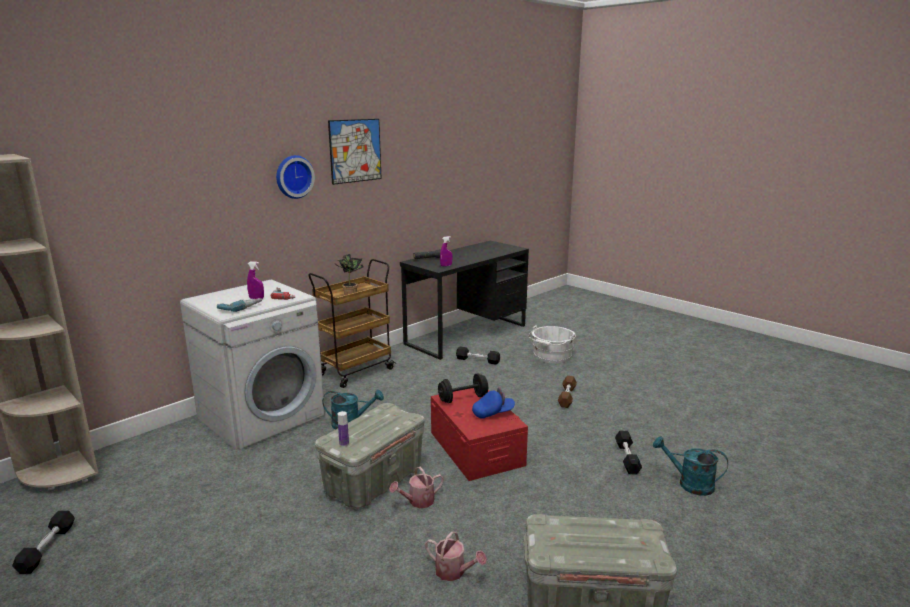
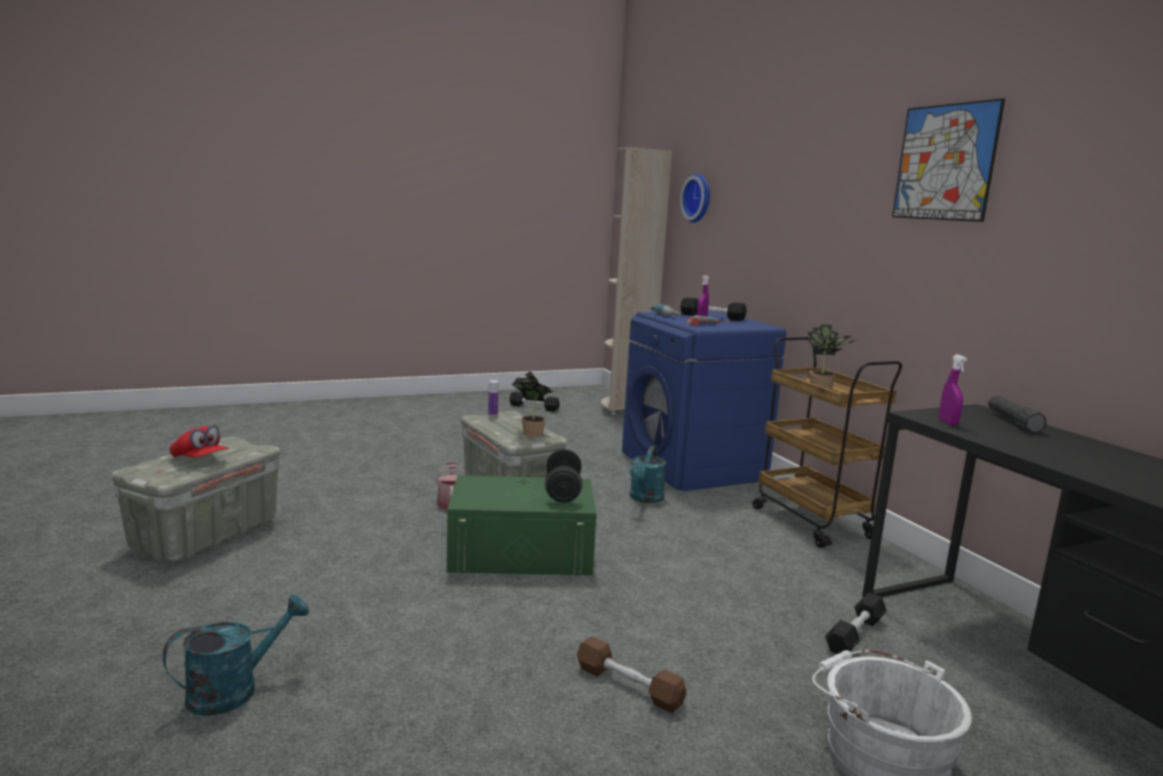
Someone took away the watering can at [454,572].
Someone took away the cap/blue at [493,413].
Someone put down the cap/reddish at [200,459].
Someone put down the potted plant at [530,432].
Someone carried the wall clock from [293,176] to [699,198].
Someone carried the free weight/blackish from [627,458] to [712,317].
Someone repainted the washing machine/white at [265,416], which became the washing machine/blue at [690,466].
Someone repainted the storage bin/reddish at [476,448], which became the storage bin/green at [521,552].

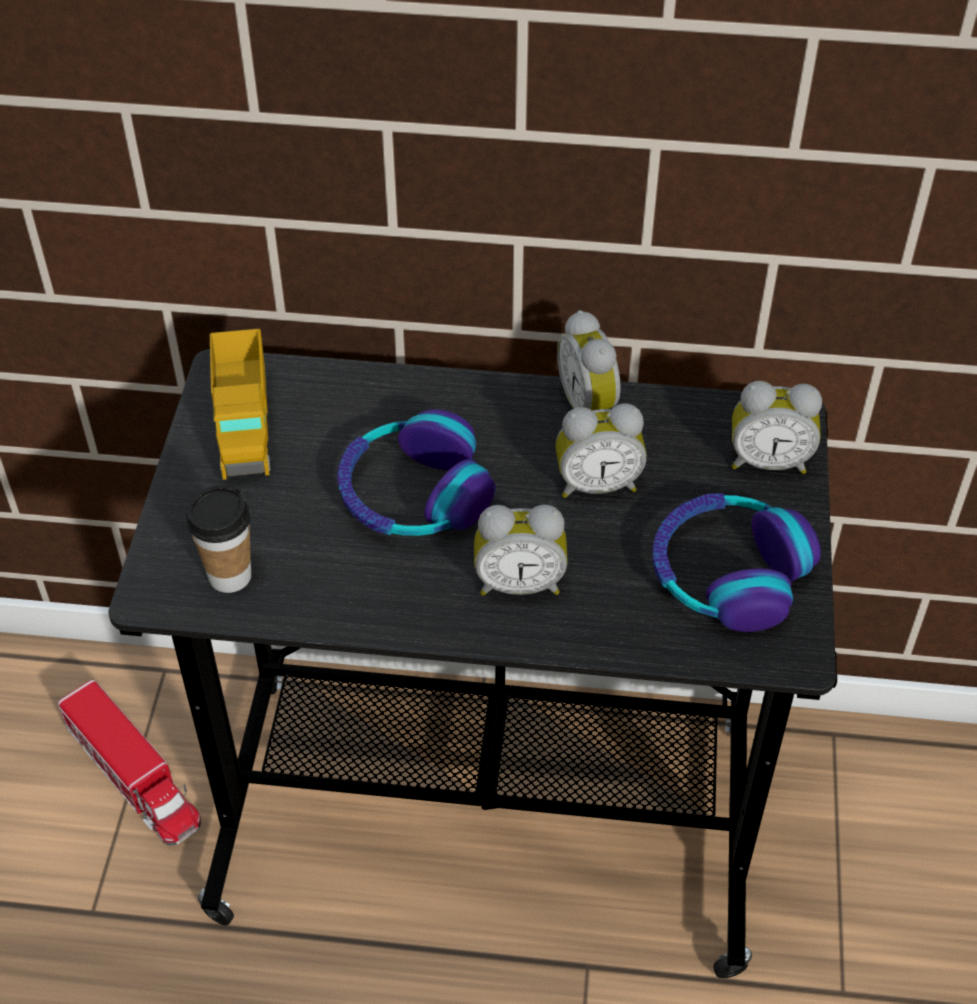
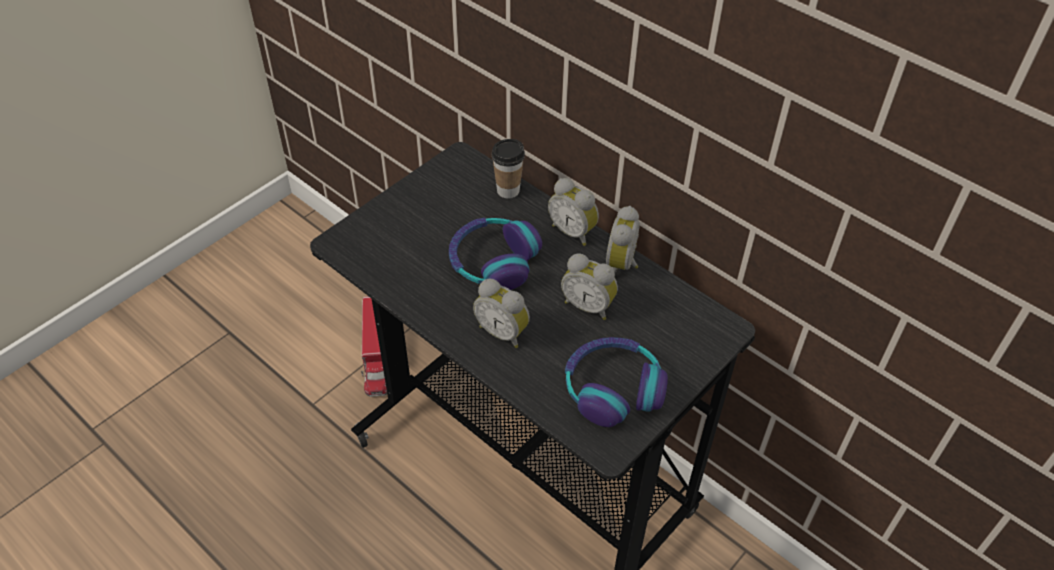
Someone took away the toy lorry at [244,429].
Someone carried the drinking cup from [230,576] to [508,190].
Someone carried the bedside clock from [768,461] to [573,231].

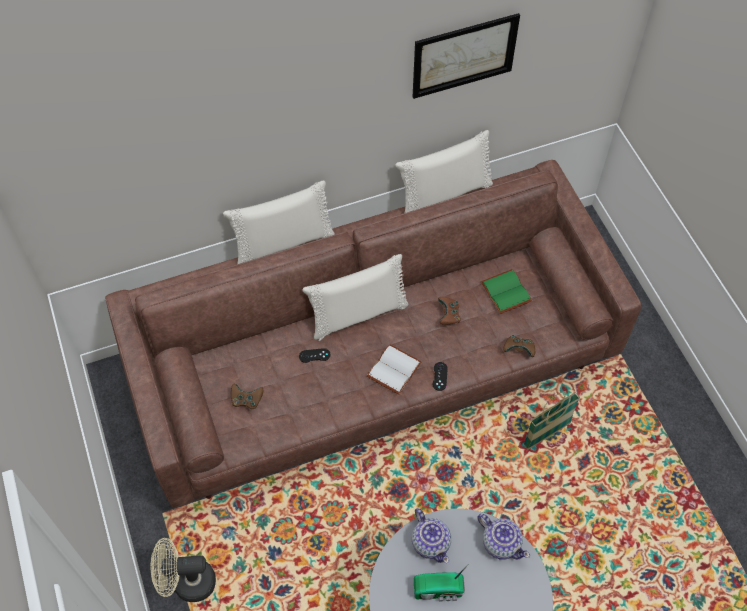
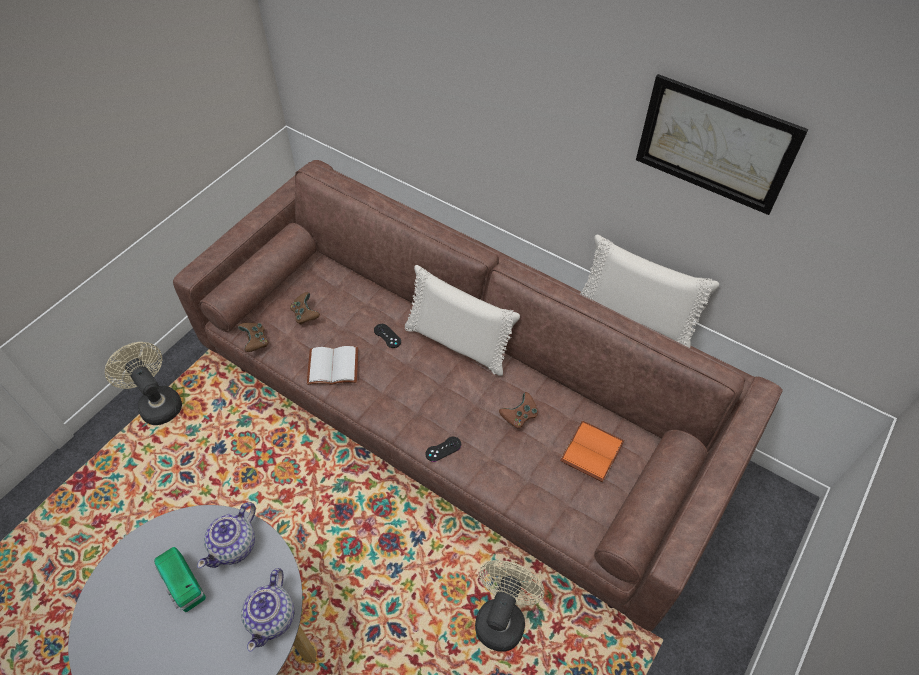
Someone took away the cushion/white at [283,243].
Someone carried the bound book/white from [393,368] to [334,365].
Someone carried the game controller/brownish from [519,350] to [255,342].
Someone swapped the storage basket at [546,434] for the electric fan/sand-coloured at [502,617].
Someone repainted the bound book/green at [504,292], which became the bound book/orangey at [590,450].

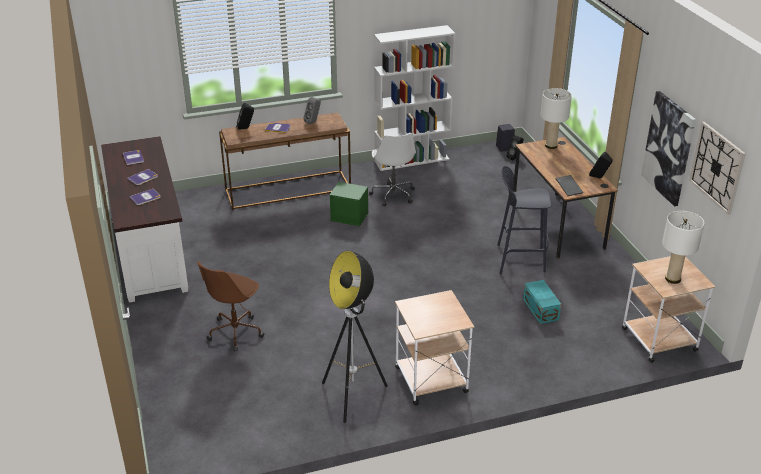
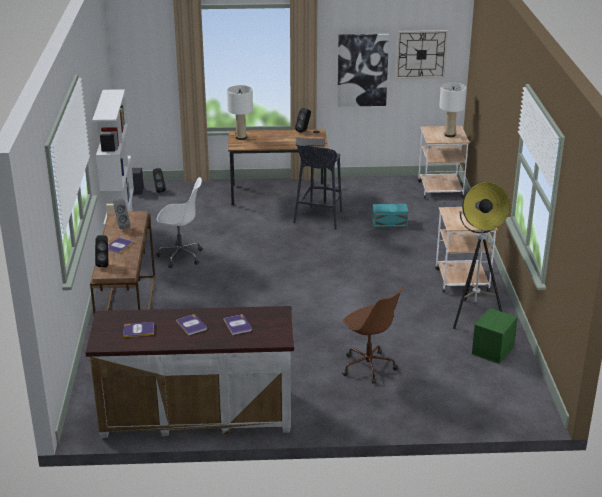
Someone carried the storage bin/green from [350,216] to [492,349].

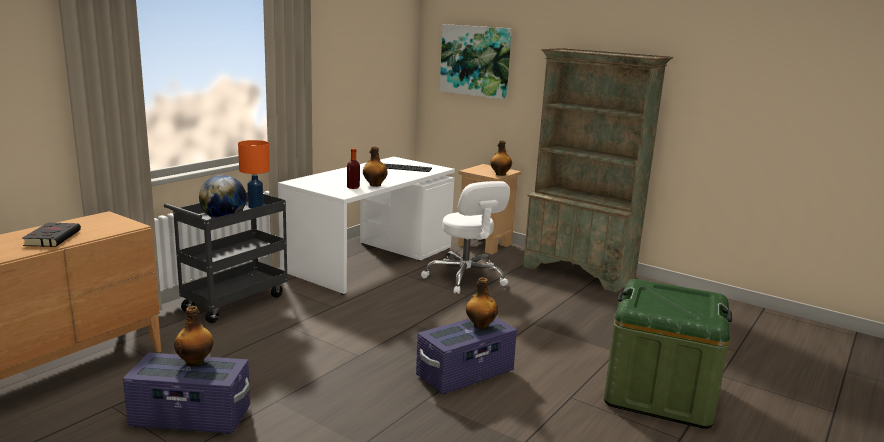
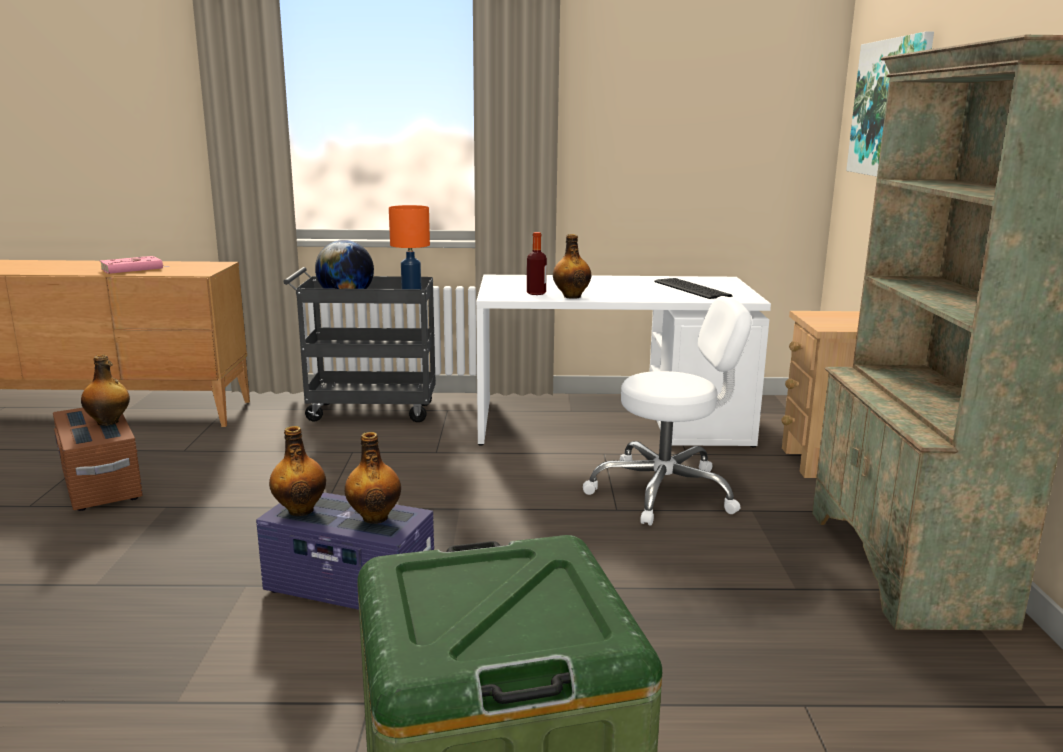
Someone carried the beverage bottle from [500,174] to [300,510].
Someone repainted the bound book/blackish at [53,238], which became the bound book/pink-coloured at [134,269].
Someone repainted the storage bin/purple-coloured at [191,417], which became the storage bin/brownish at [101,484].
Someone rotated the computer chair/white at [467,279] by 120 degrees counterclockwise.

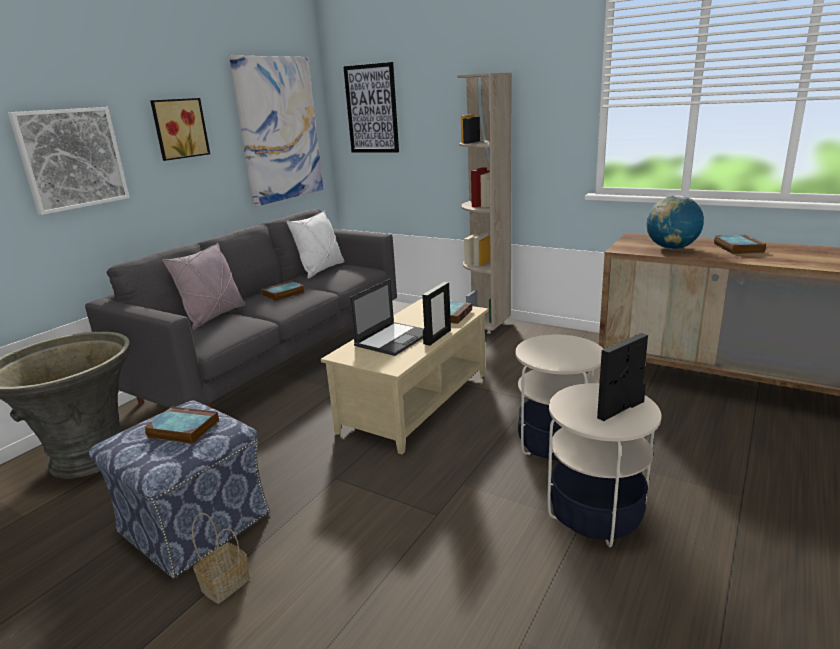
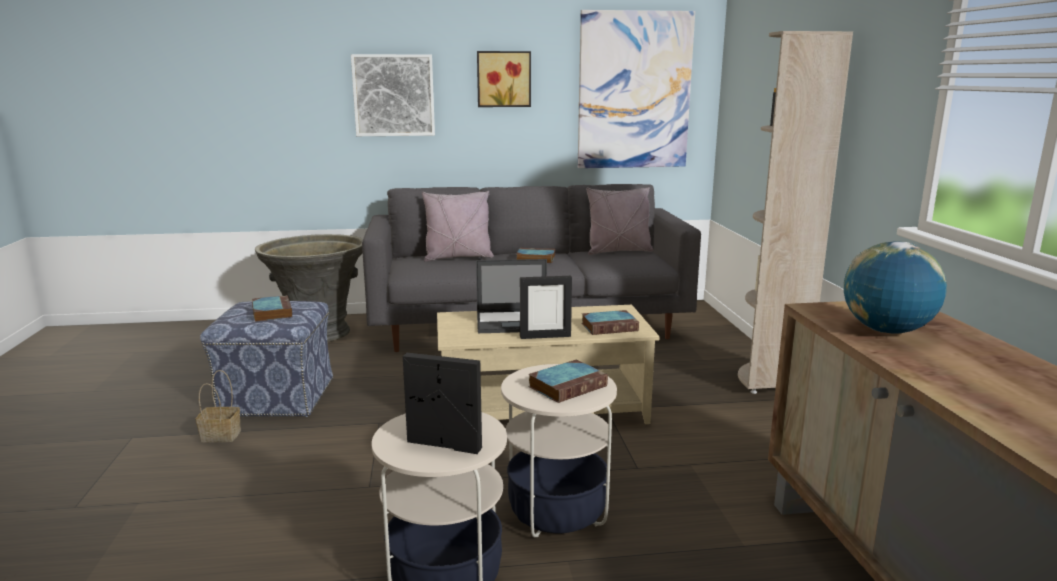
Someone took away the picture at [372,109].
Someone carried the bound book from [737,248] to [568,386].
Someone repainted the cushion/white at [321,270], which became the cushion/purple-coloured at [618,251].

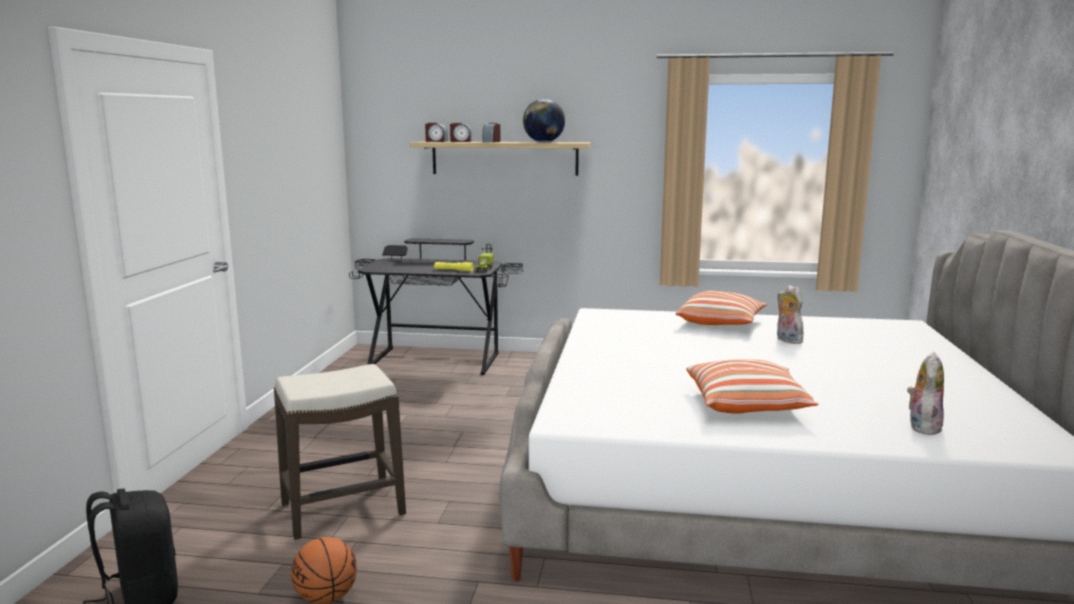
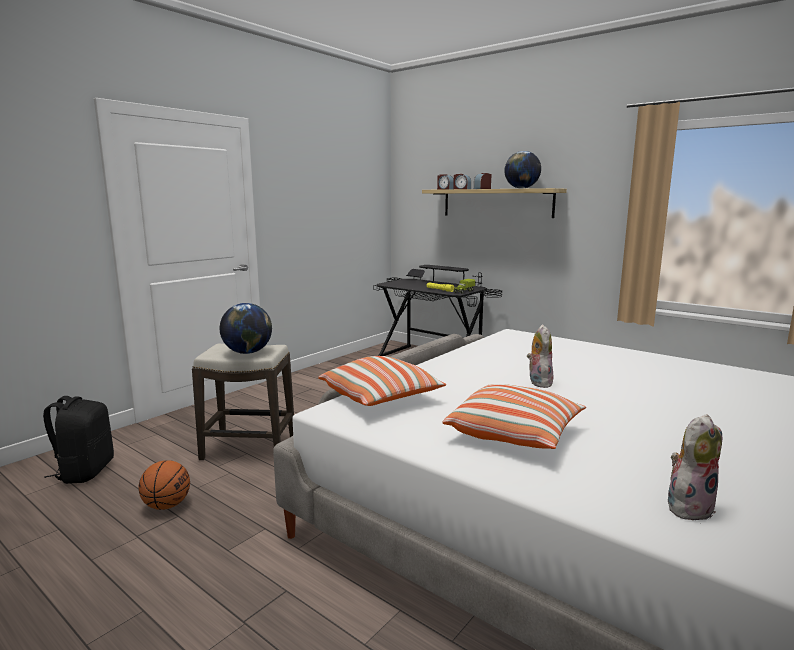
Someone put down the globe at [247,352].
Someone carried the cushion from [721,323] to [381,398].
Someone carried the soft toy from [786,340] to [538,382].

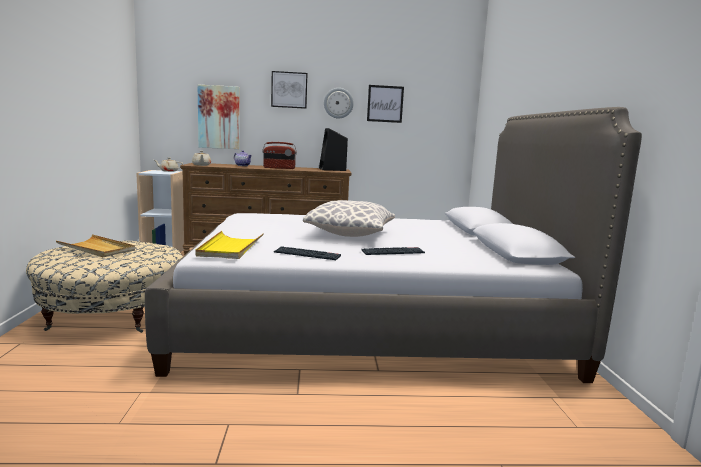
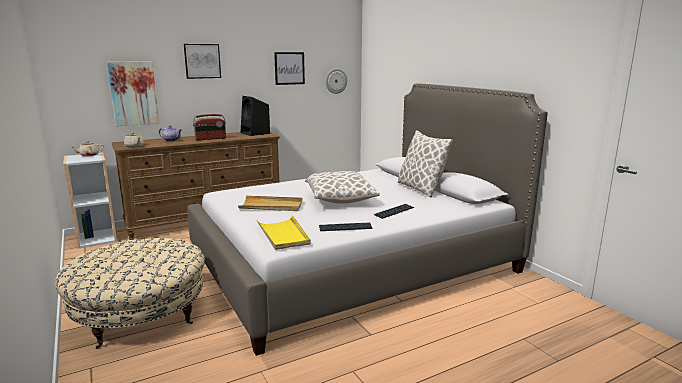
Someone put down the cushion at [421,189].
Someone carried the serving tray/sand-coloured from [97,249] to [271,206].
Someone carried the wall clock from [338,103] to [336,81].

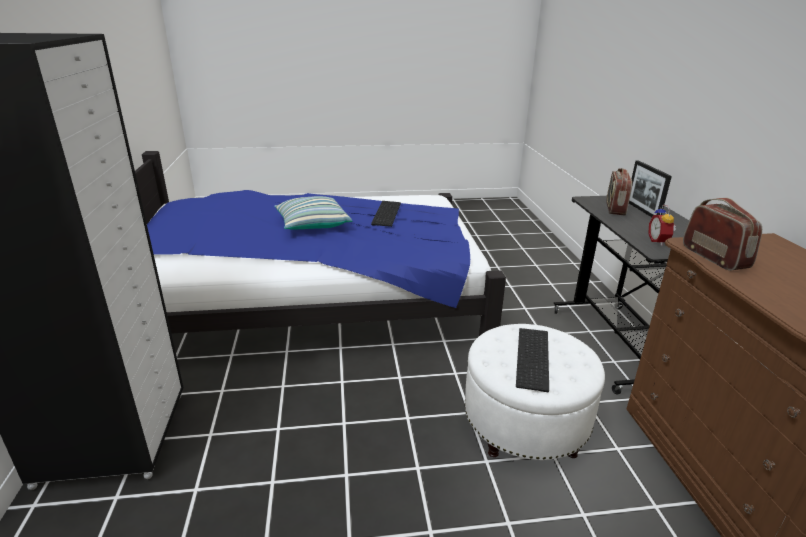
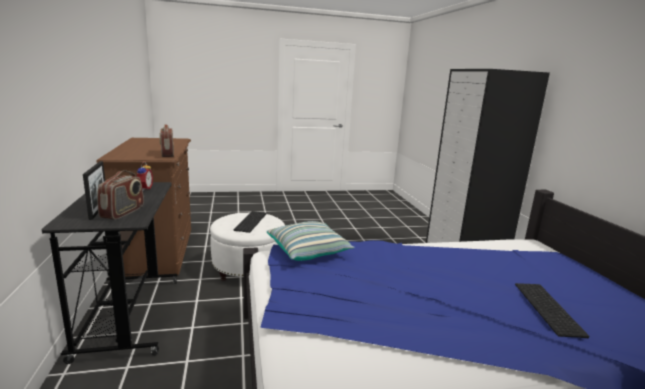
Someone carried the cushion from [312,225] to [309,251].
Someone carried the PC keyboard from [385,213] to [550,309].

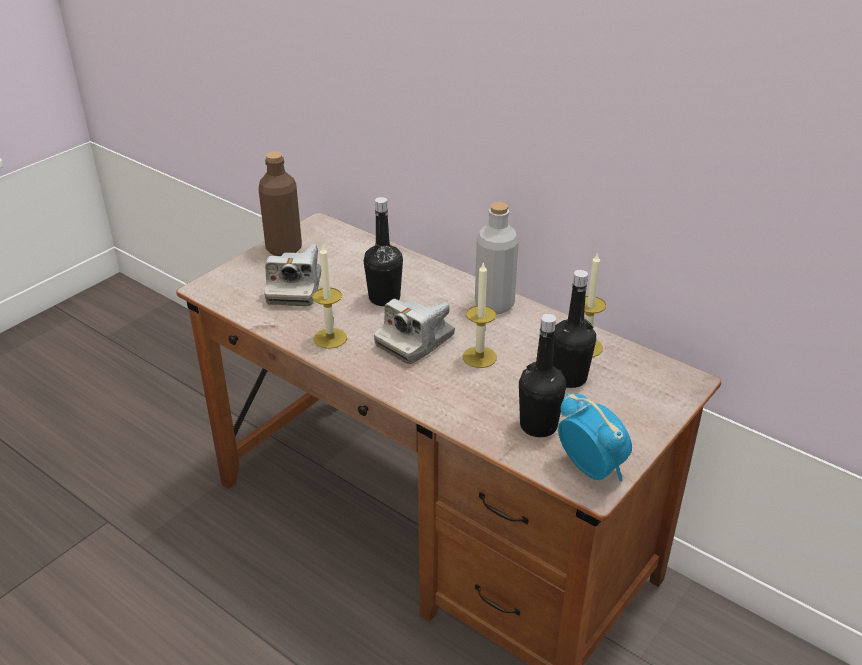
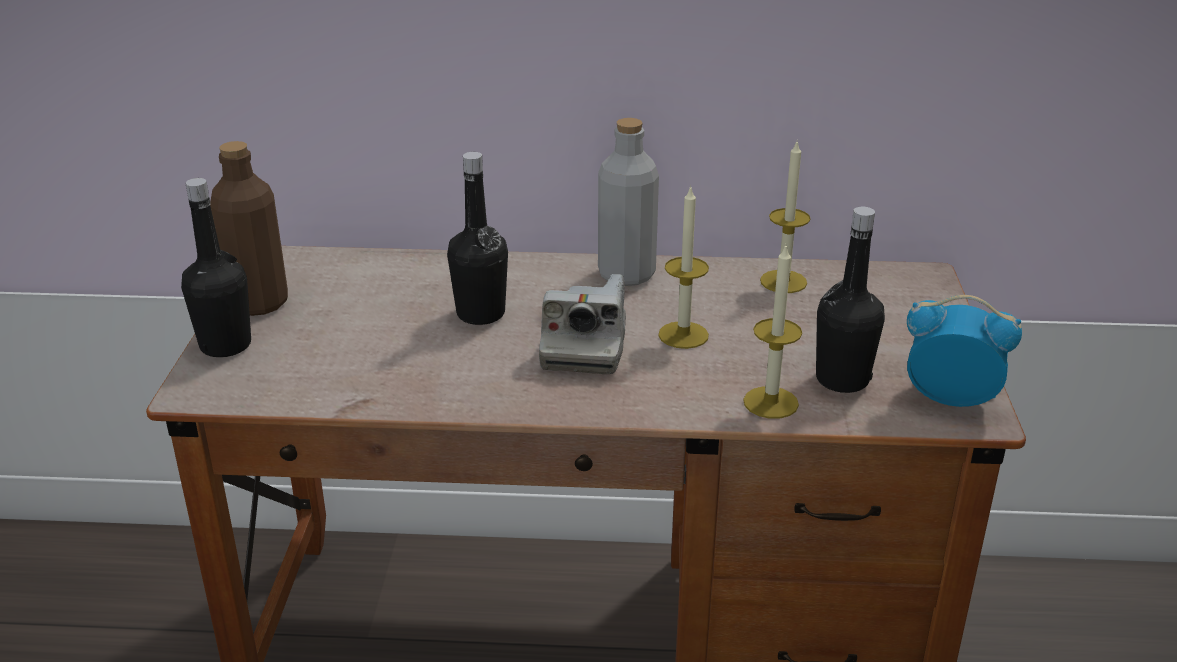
Someone took away the photo camera at [295,289].
Someone carried the wax light from [330,338] to [770,402].
Someone carried the beverage bottle/blackish from [569,378] to [225,345].

